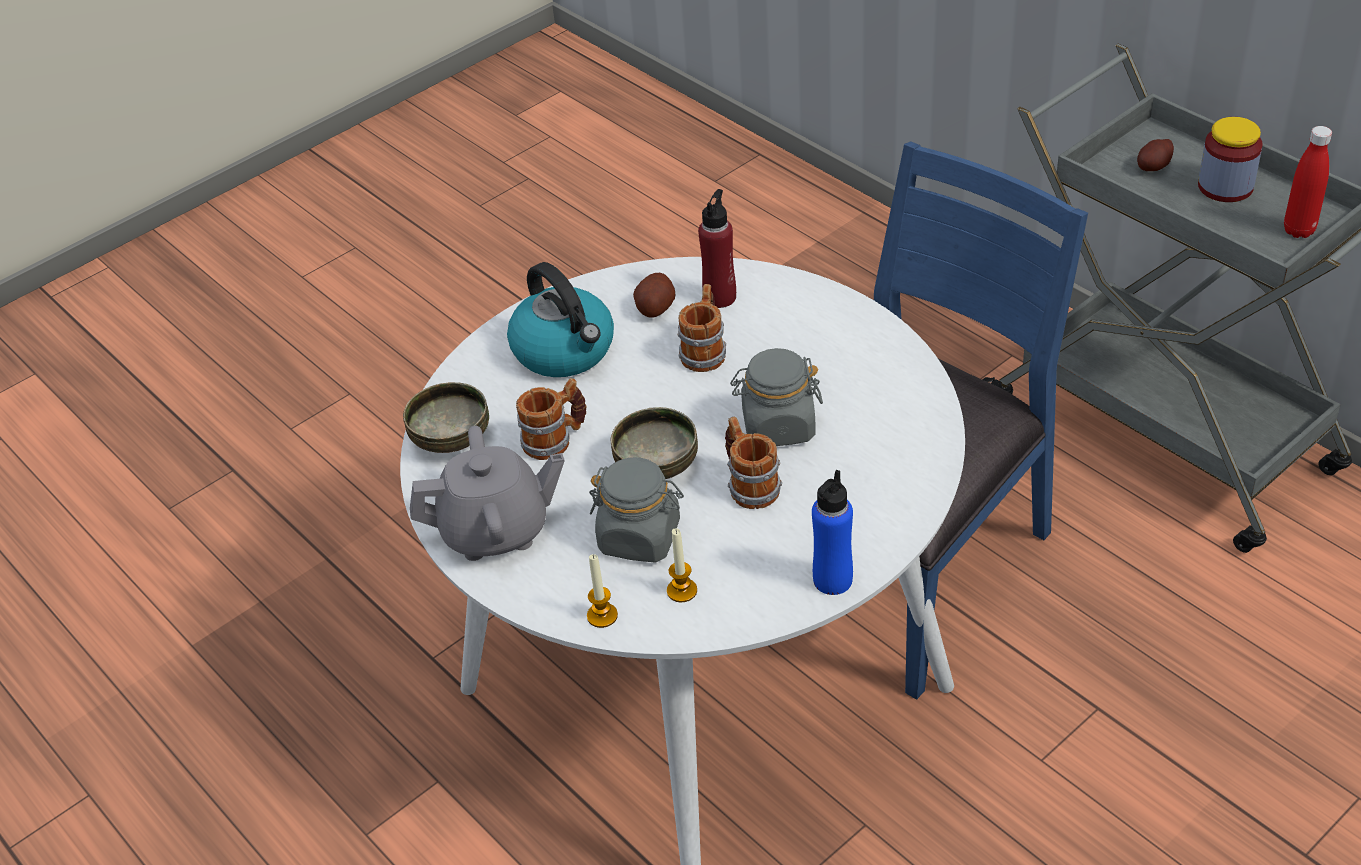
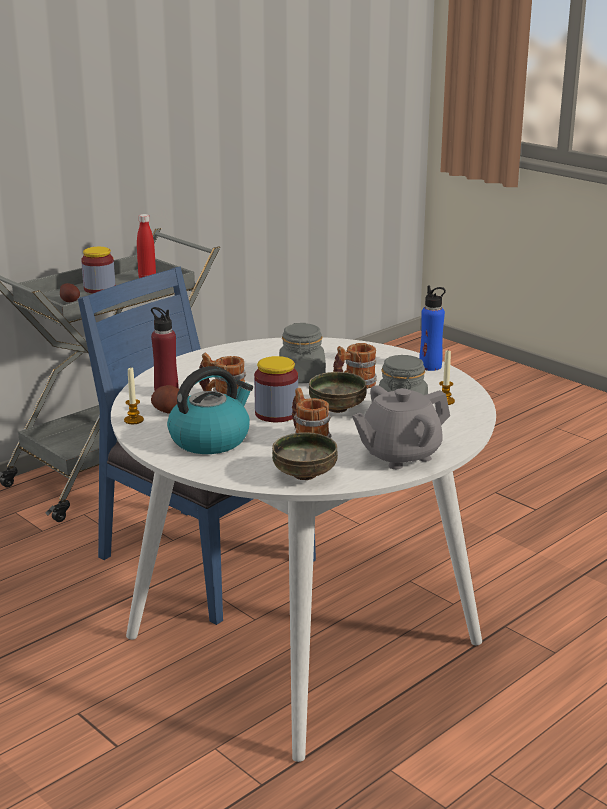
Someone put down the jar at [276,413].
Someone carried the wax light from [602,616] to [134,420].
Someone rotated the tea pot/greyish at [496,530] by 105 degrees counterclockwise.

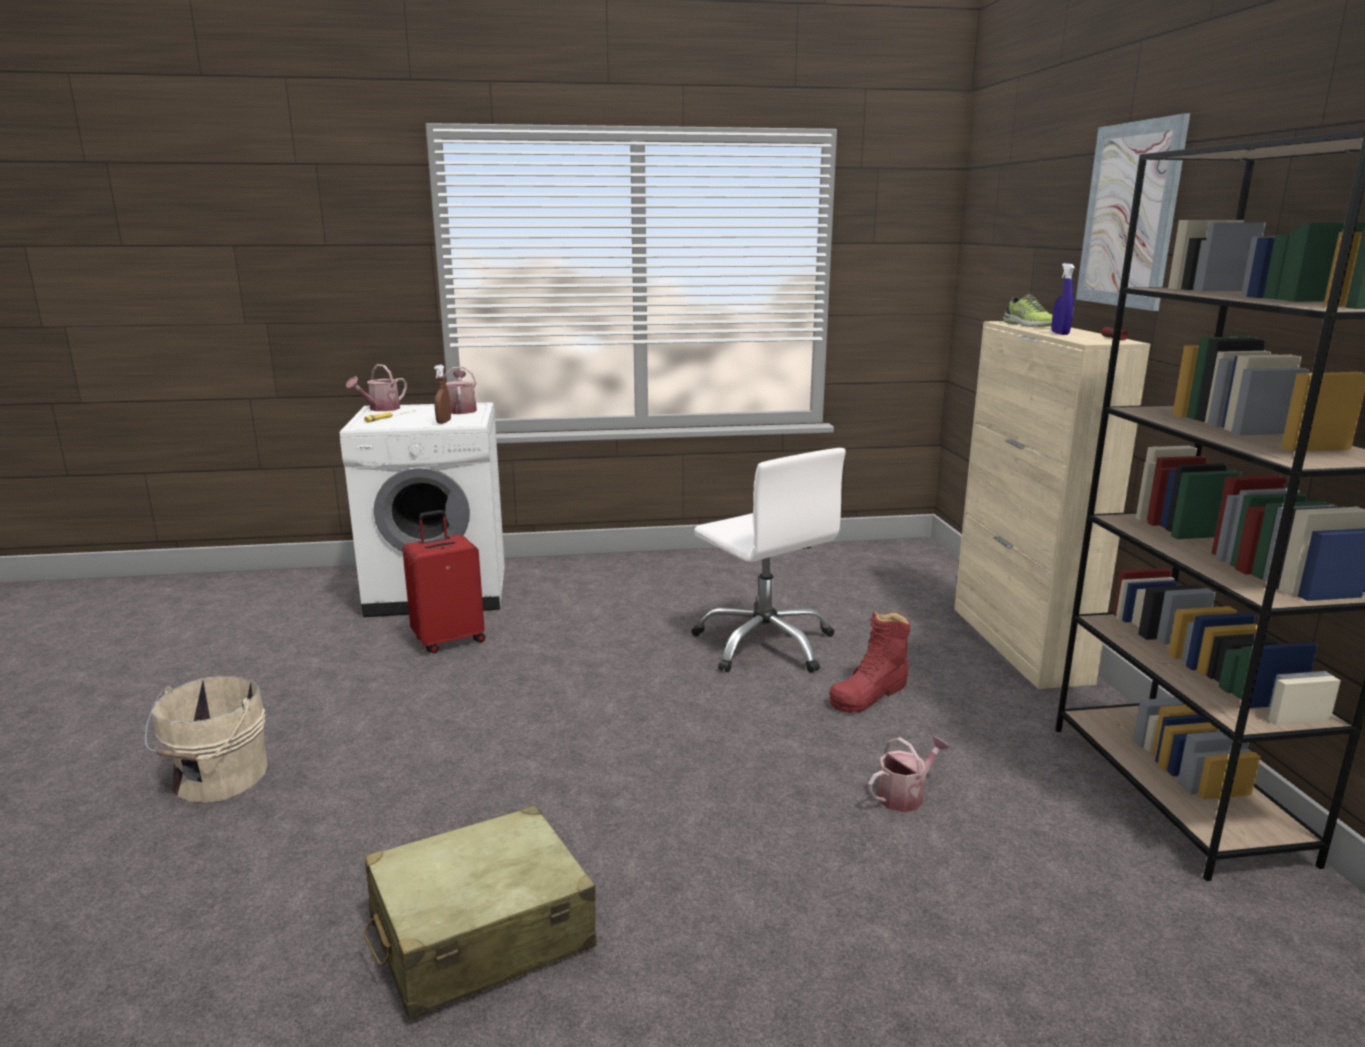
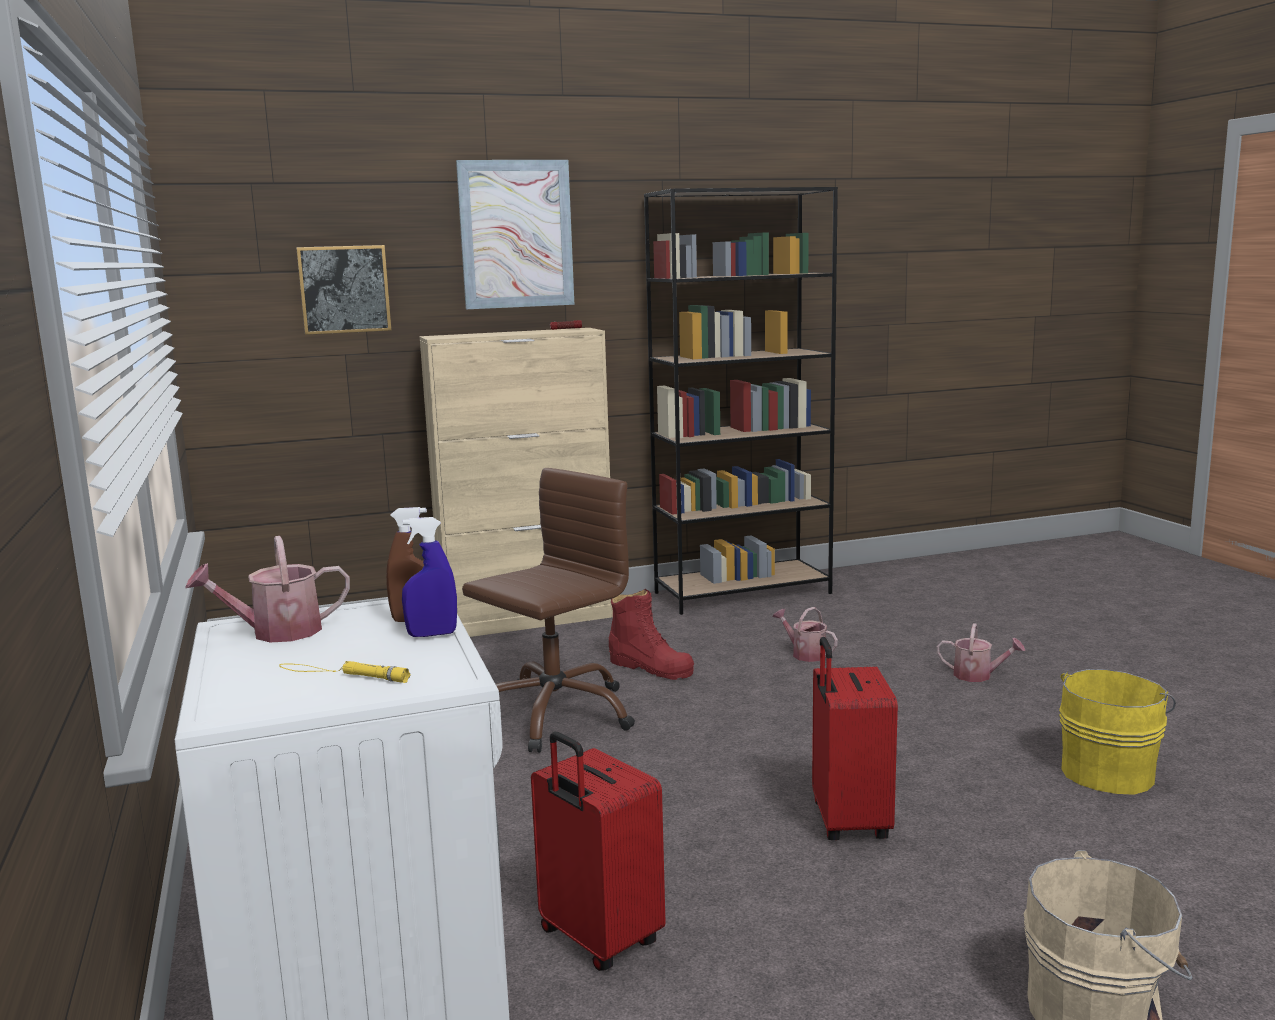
Someone took away the low shoe at [1028,325].
Someone put up the picture at [344,289].
Someone put down the suitcase/reddish at [847,822].
Someone carried the watering can from [381,409] to [978,676].
Someone carried the hand sprayer/blue from [1060,333] to [432,634].
Someone swapped the suitcase/sand-coloured at [480,934] for the water bucket/yellow at [1109,771].
Someone repainted the computer chair/white at [765,644], which became the computer chair/brownish at [554,714].

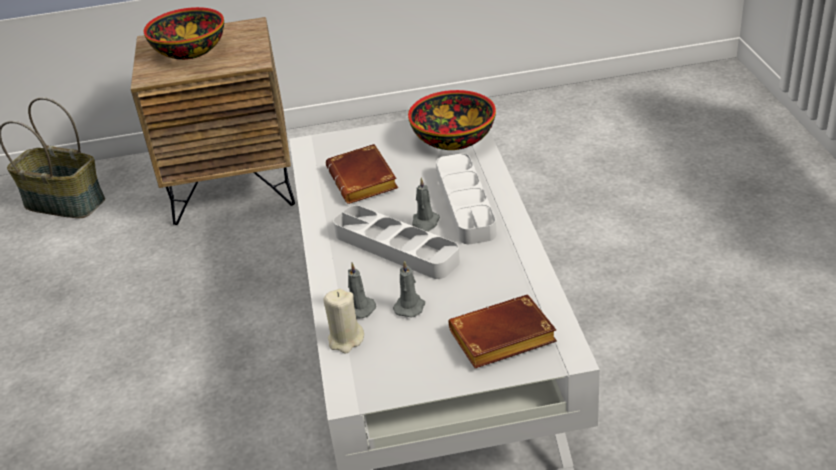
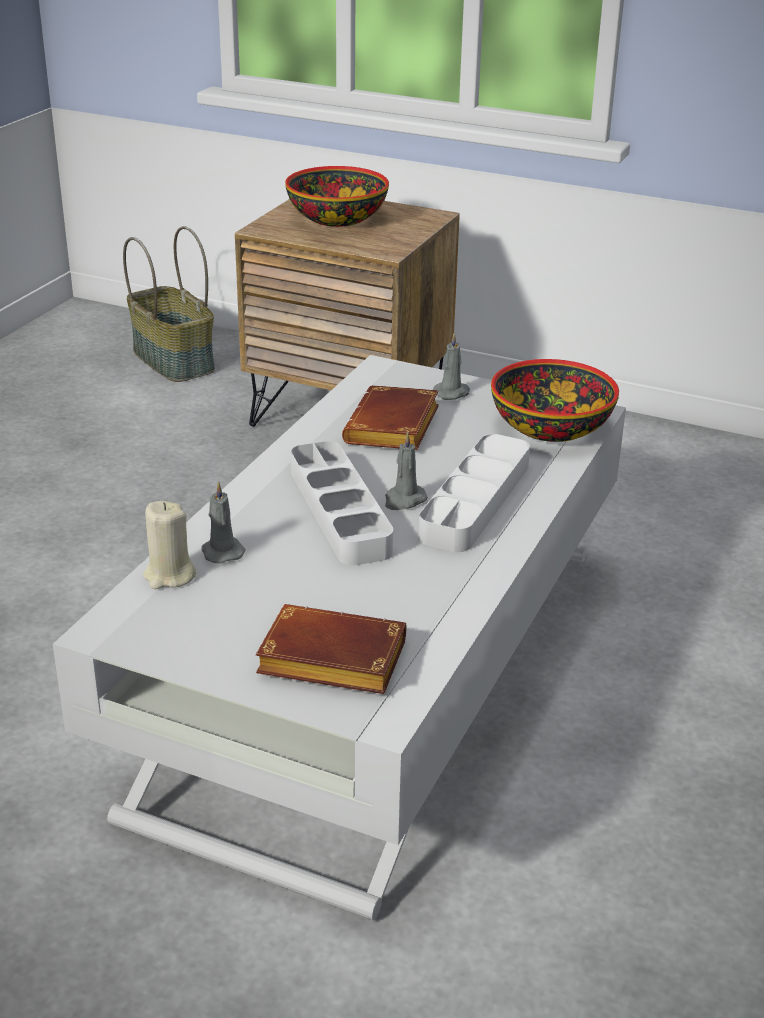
Someone carried the wax light/greyish from [410,306] to [452,393].

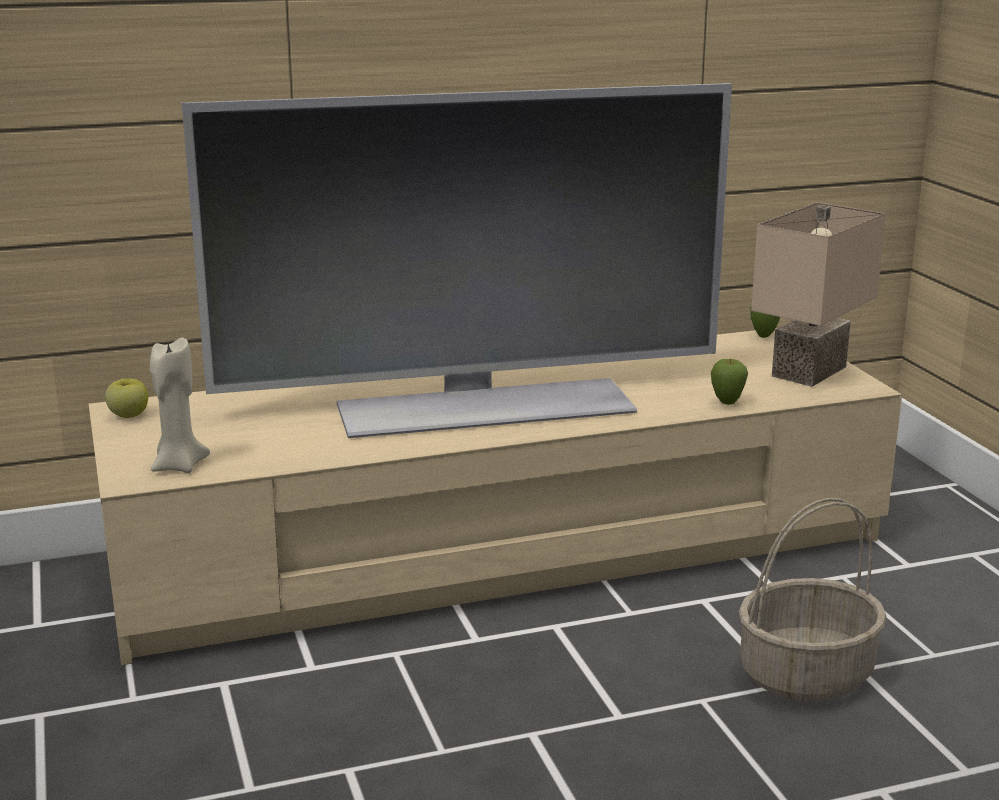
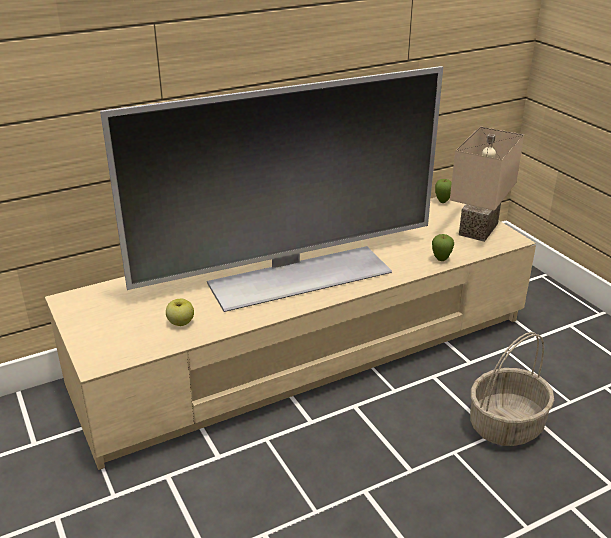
Someone took away the wax light/sand-coloured at [178,466].
Someone carried the apple fruit from [128,415] to [180,322].

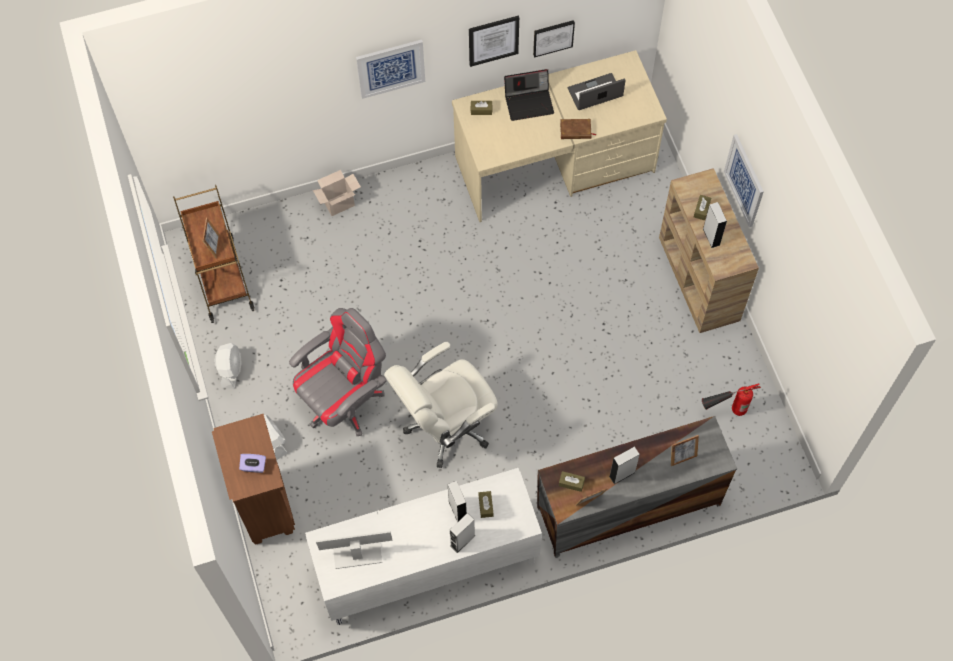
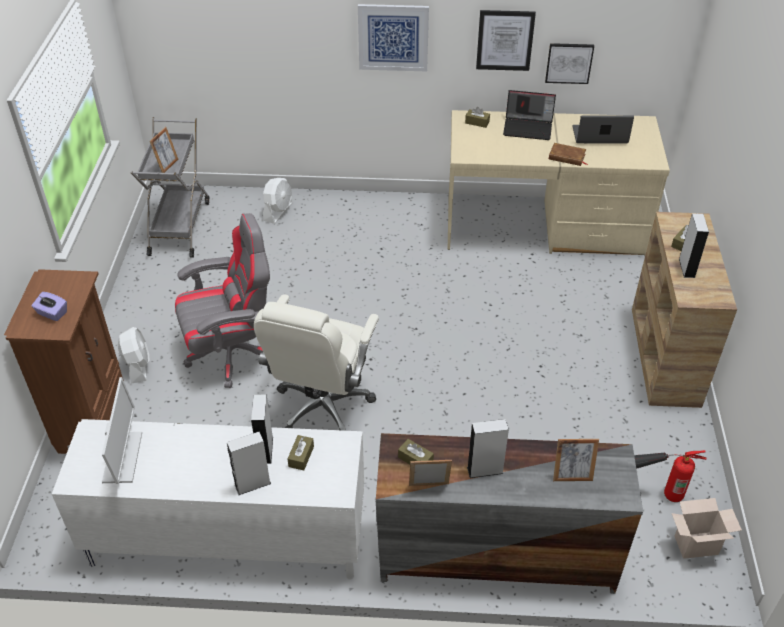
Someone took away the picture at [744,180].
Someone carried the electric fan/white from [231,370] to [278,211].
Someone carried the cardboard box from [339,203] to [697,544].
Someone repainted the trolley/brownish at [222,278], which became the trolley/greyish at [180,227].
Someone rotated the monitor at [358,554] by 75 degrees clockwise.
Someone rotated the computer chair/white at [446,428] by 60 degrees counterclockwise.

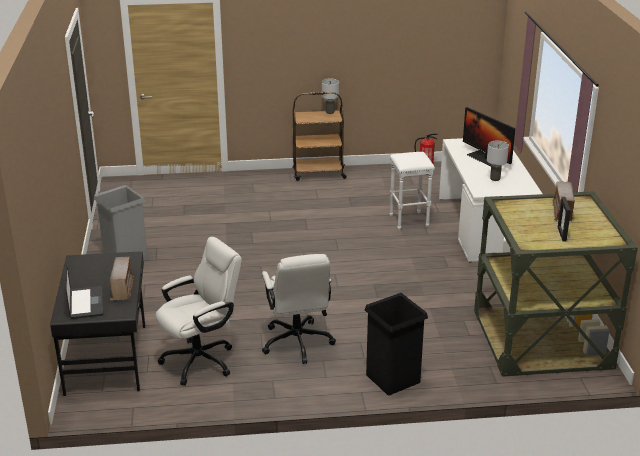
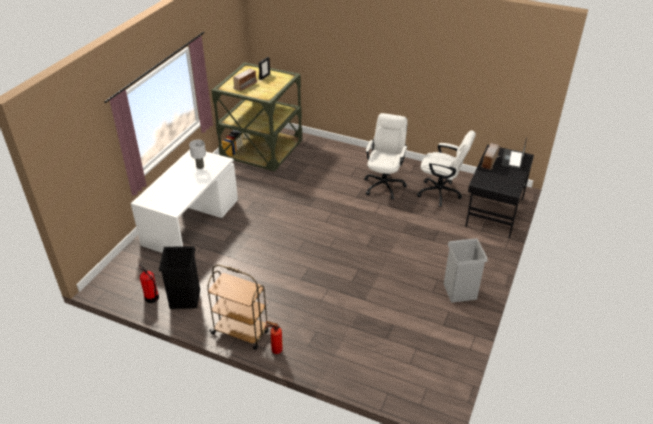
Someone took away the table lamp/white at [330,112].
Someone took away the stool/white at [408,220].
Someone took away the monitor at [486,159].
Someone put down the fire-fighting cylinder at [275,350].
Someone carried the rubbish bin/blackish from [393,378] to [185,298].
Someone rotated the computer chair/white at [201,360] by 150 degrees counterclockwise.

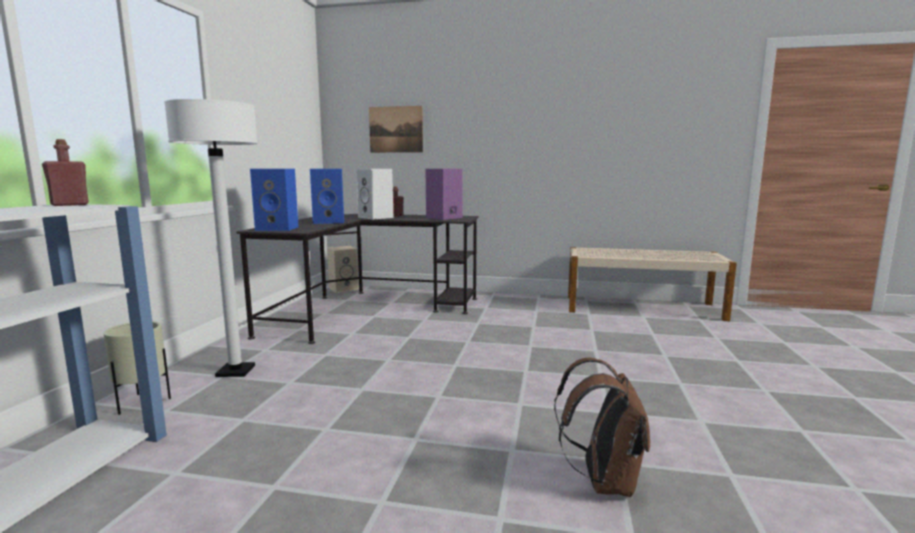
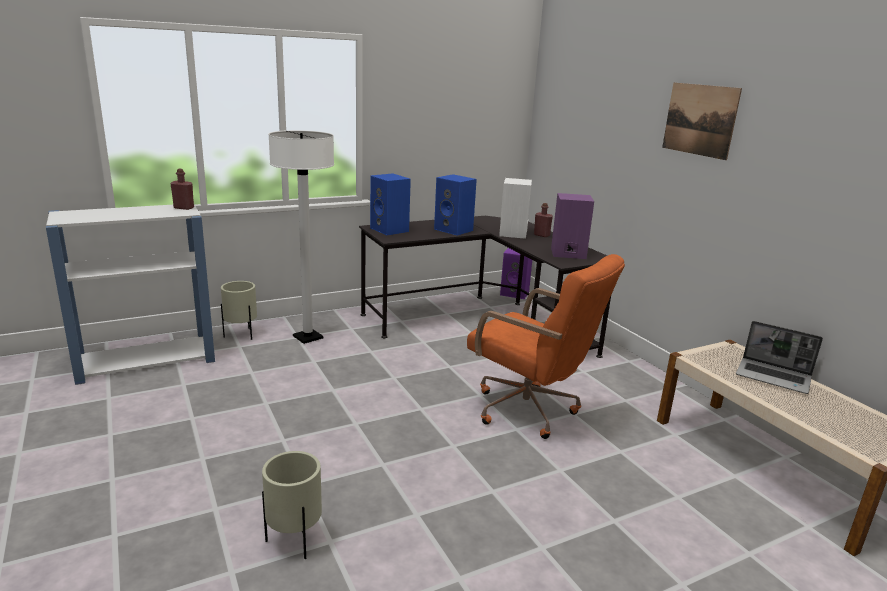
Someone put down the computer chair/orangey at [530,413].
Someone put down the laptop at [774,377].
Someone carried the picture from [396,129] to [699,120].
Someone swapped the rucksack/brownish at [603,481] for the plant pot/sand-coloured at [295,541].
Someone repainted the loudspeaker/sand-coloured at [344,288], which became the loudspeaker/purple-coloured at [515,293].

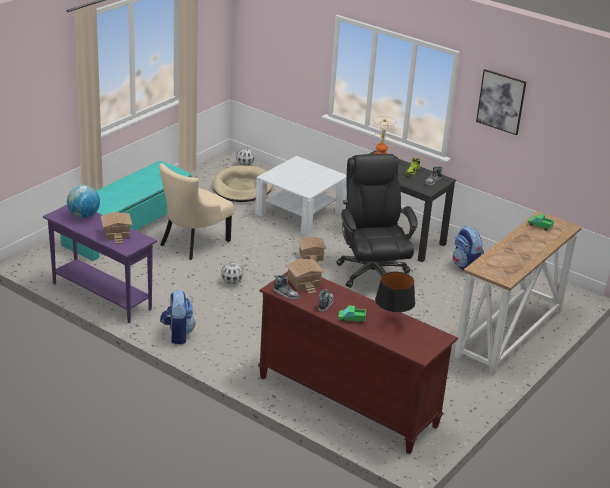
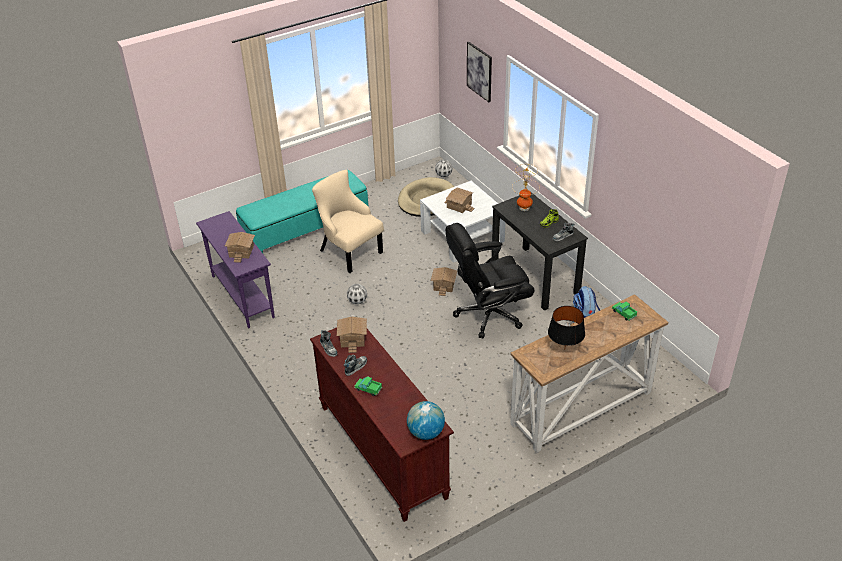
Someone took away the rucksack at [177,334].
Someone put down the model house at [459,205].
Someone carried the globe from [84,215] to [426,432].
Someone carried the table lamp/blackish from [392,323] to [564,350].
Someone carried the picture from [501,101] to [479,71].
Someone rotated the plain chair/sand-coloured at [194,242] by 75 degrees clockwise.
Someone rotated the computer chair/blackish at [372,273] by 120 degrees counterclockwise.

